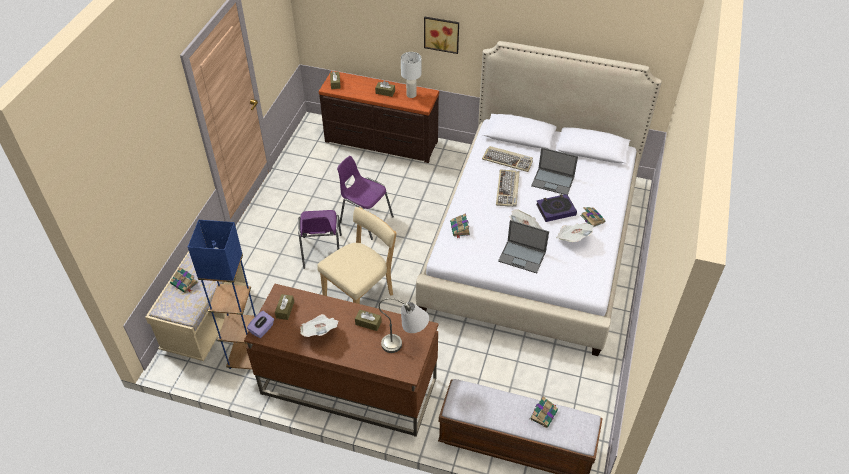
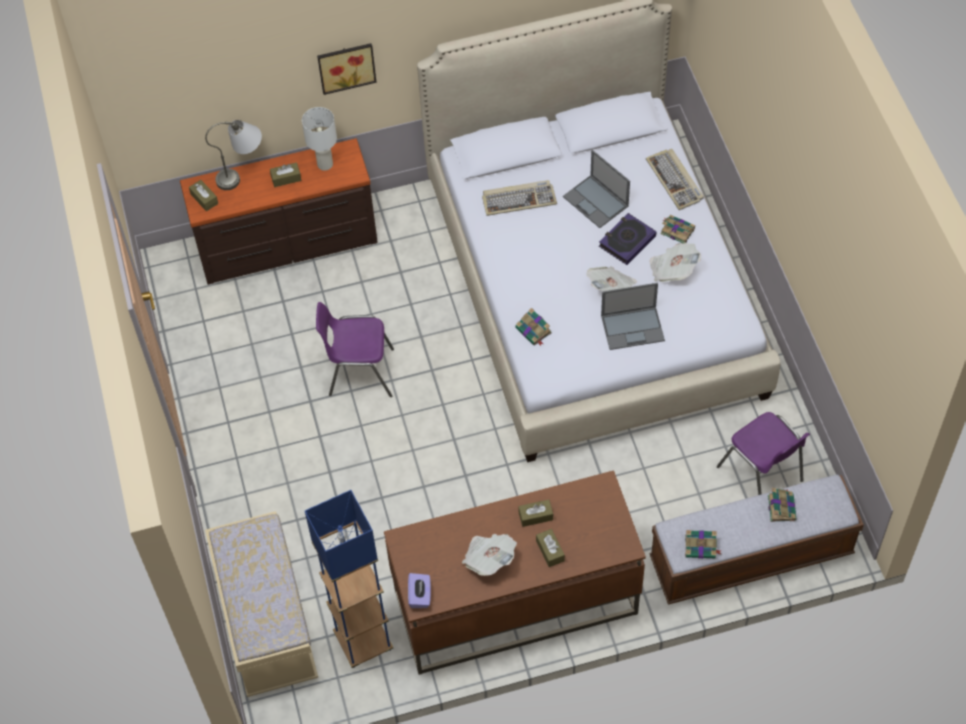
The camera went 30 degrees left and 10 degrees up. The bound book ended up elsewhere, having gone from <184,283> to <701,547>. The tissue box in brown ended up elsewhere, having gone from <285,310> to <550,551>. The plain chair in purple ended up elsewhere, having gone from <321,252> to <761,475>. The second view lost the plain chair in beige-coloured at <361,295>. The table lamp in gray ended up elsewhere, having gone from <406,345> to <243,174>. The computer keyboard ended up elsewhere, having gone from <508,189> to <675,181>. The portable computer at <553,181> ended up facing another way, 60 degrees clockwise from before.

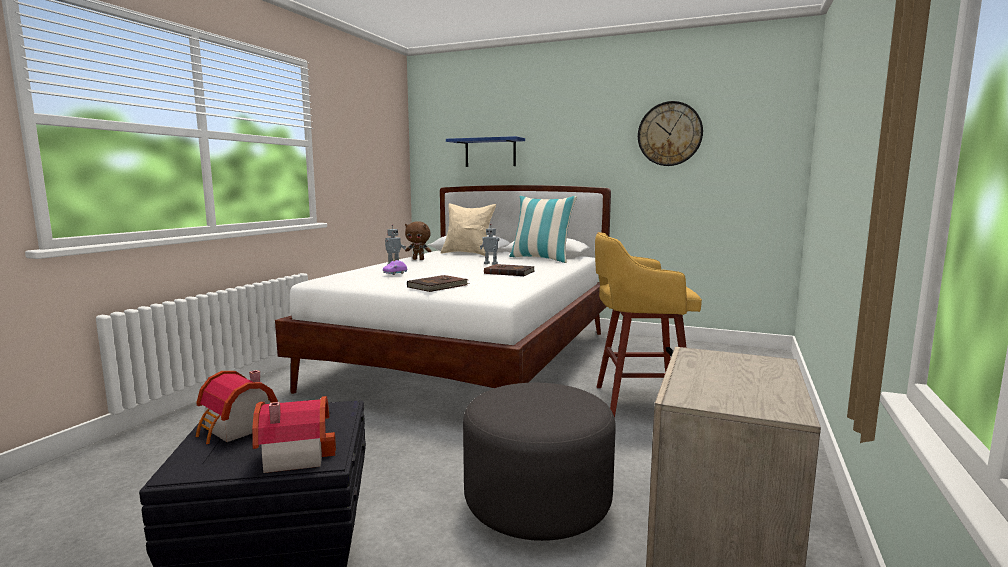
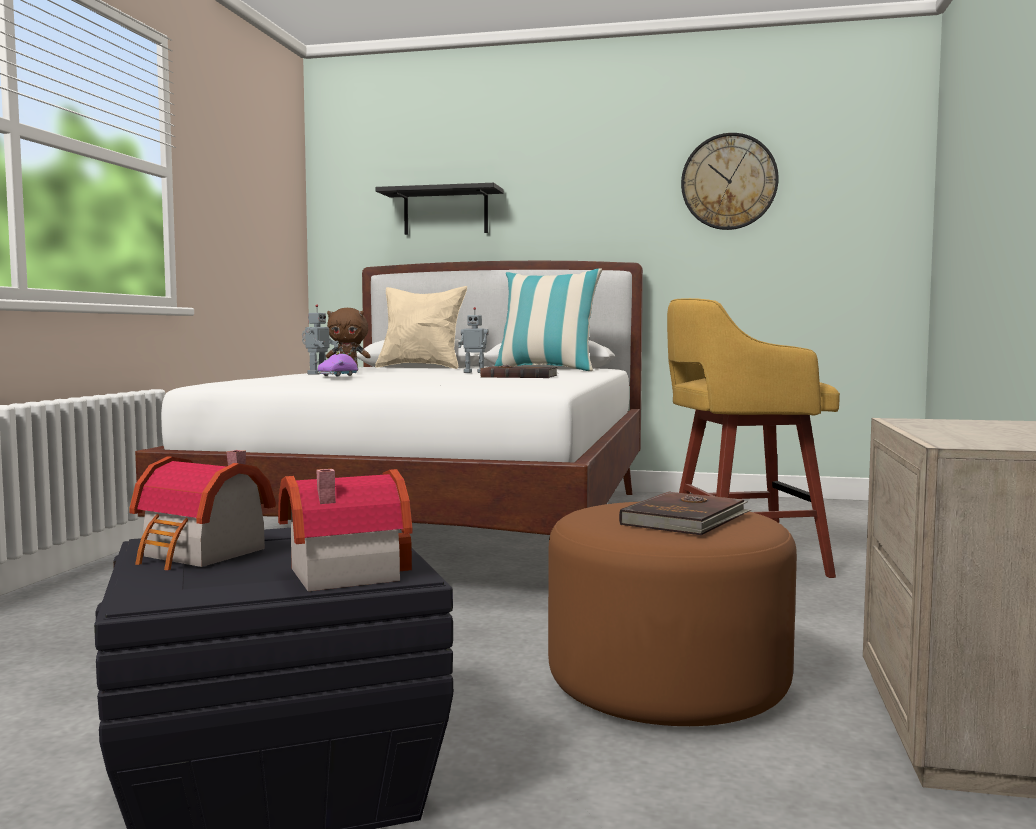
The camera went 10 degrees left and 5 degrees down. The bound book in brown ended up elsewhere, having gone from <438,286> to <686,519>. What was the wall shelf in blue-coloured at <490,152> turned into the wall shelf in black at <445,212>. What was the footrest in gray at <537,501> turned into the footrest in brown at <667,684>.

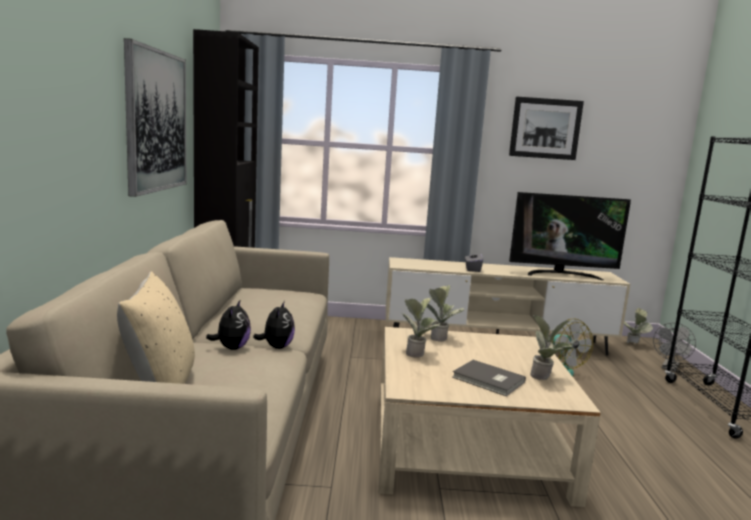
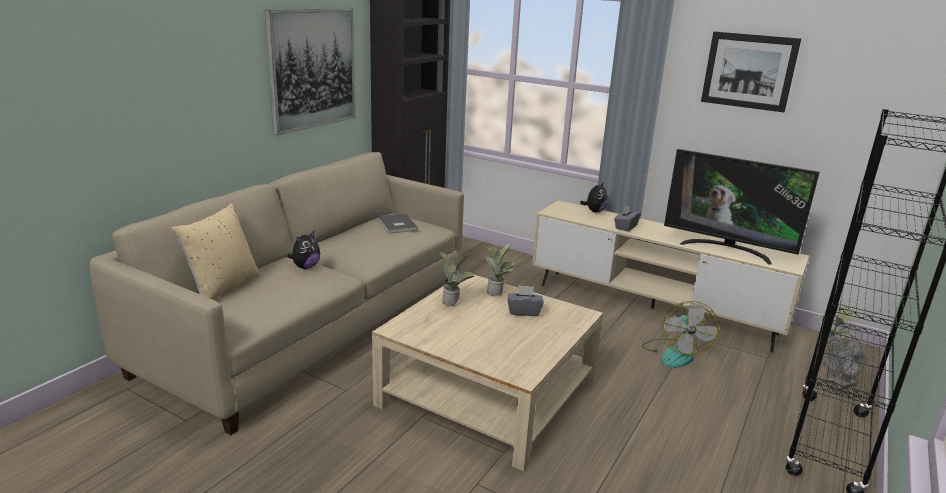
The camera went 30 degrees right and 10 degrees up. The soft toy ended up elsewhere, having gone from <276,347> to <594,211>. The bound book in gray ended up elsewhere, having gone from <488,380> to <396,225>. The second view lost the houseplant at <545,376>. The second view gained the tissue box in gray at <524,311>.

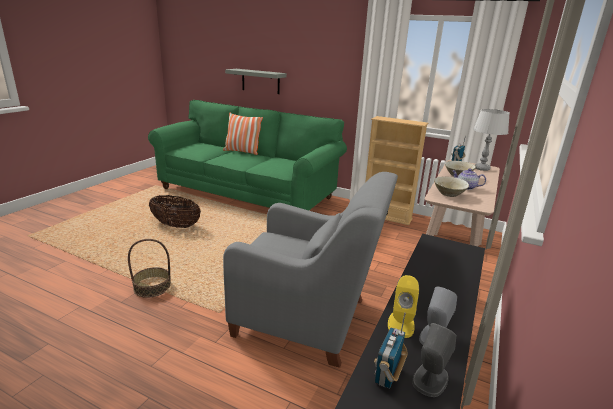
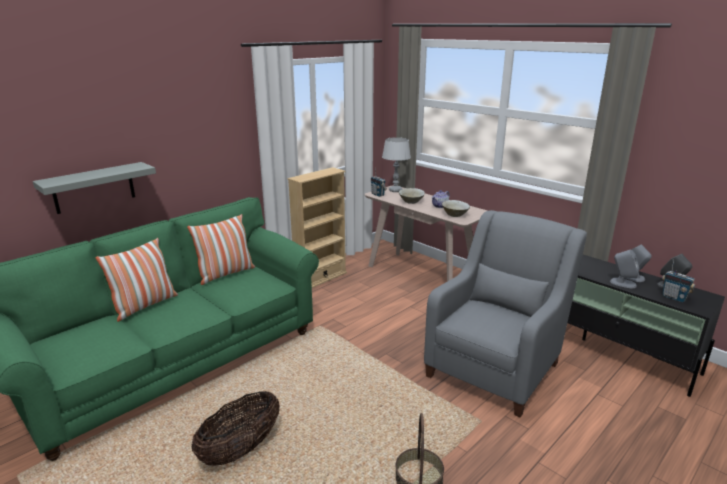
The camera went 70 degrees left and 0 degrees up. What was the audio speaker in yellow at <401,324> turned into the audio speaker in gray at <622,283>. The second view gained the cushion at <225,274>.

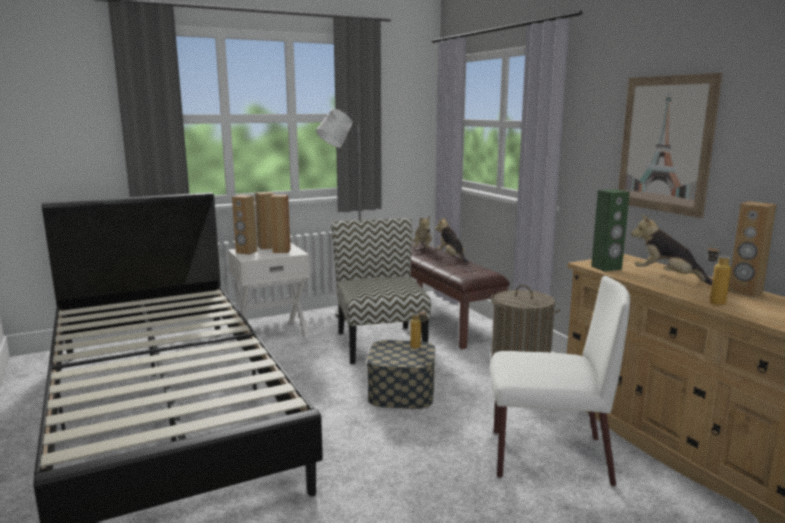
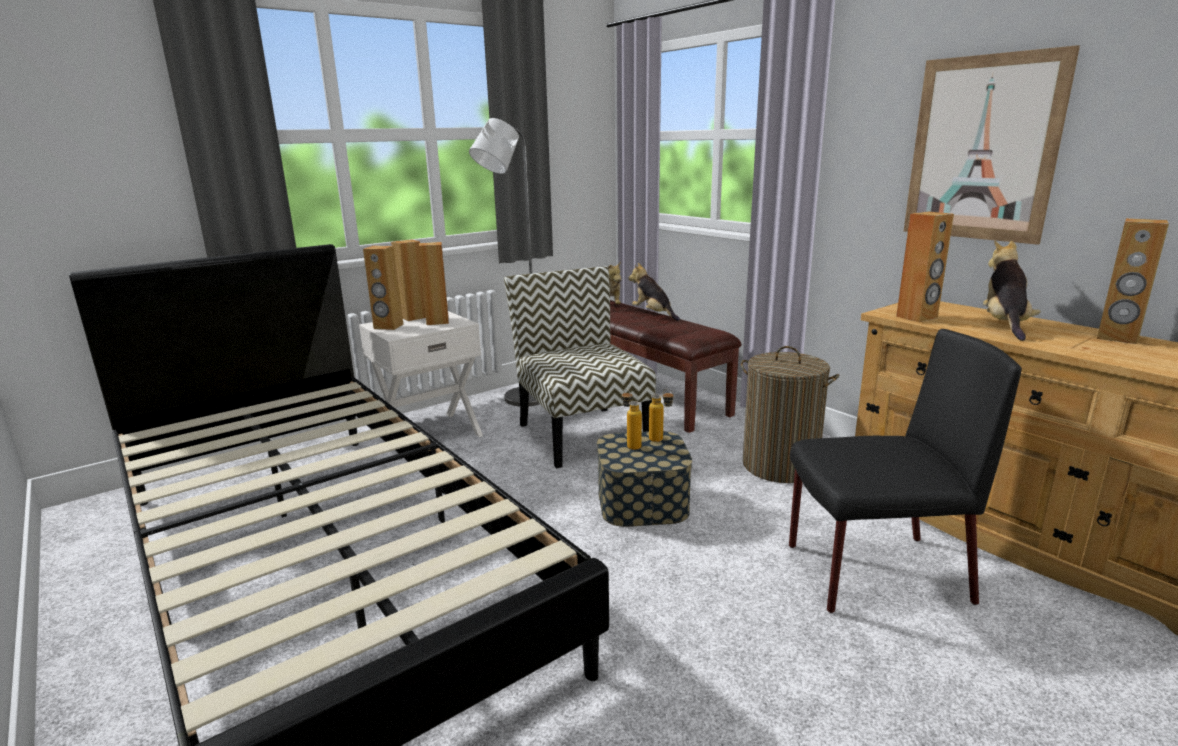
The camera went 10 degrees left and 5 degrees up. What was the plain chair in white at <547,457> turned into the plain chair in black at <873,573>. What was the audio speaker in greenish at <606,268> turned into the audio speaker in brown at <917,317>. The soft toy at <667,277> ended up facing another way, 75 degrees clockwise from before. The beverage bottle ended up elsewhere, having gone from <712,301> to <631,445>.

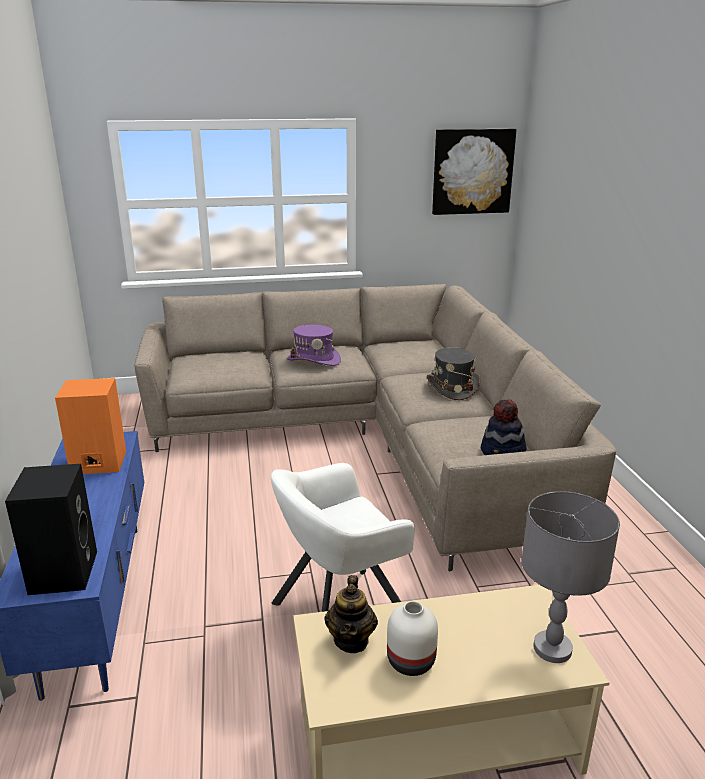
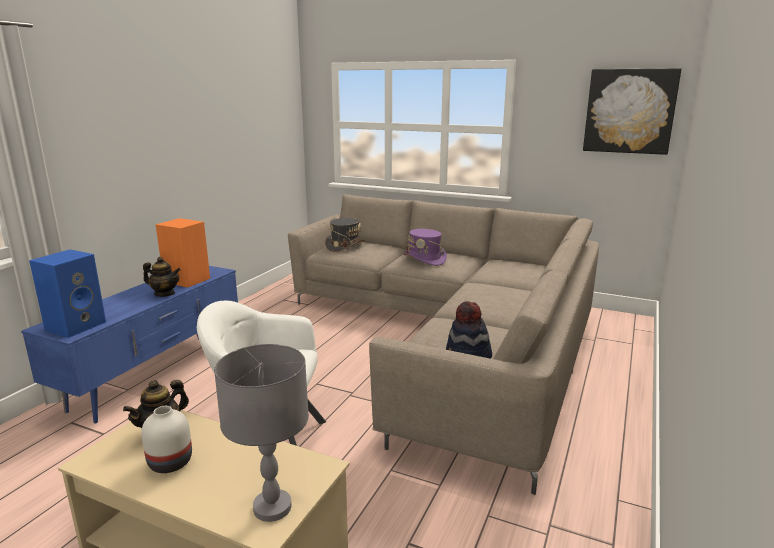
The camera went 35 degrees right and 5 degrees down. What was the audio speaker in black at <62,571> turned into the audio speaker in blue-coloured at <76,325>. The hat in gray ended up elsewhere, having gone from <452,387> to <345,246>. The second view gained the tea pot at <164,294>.

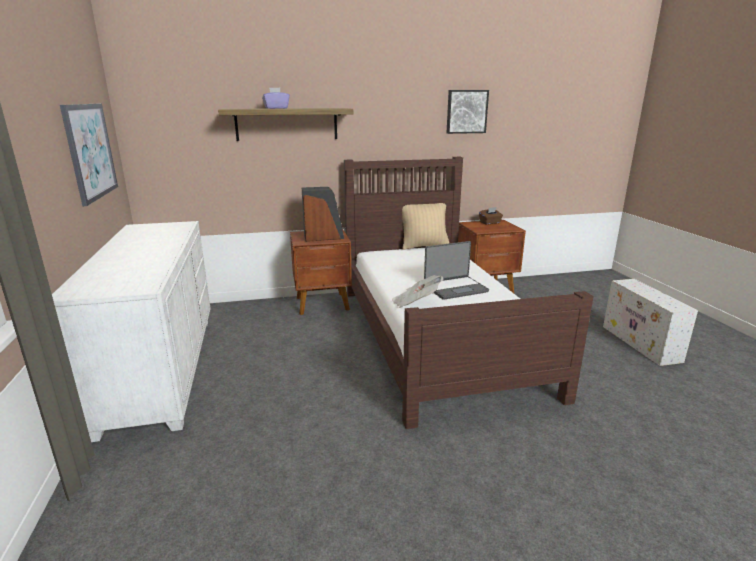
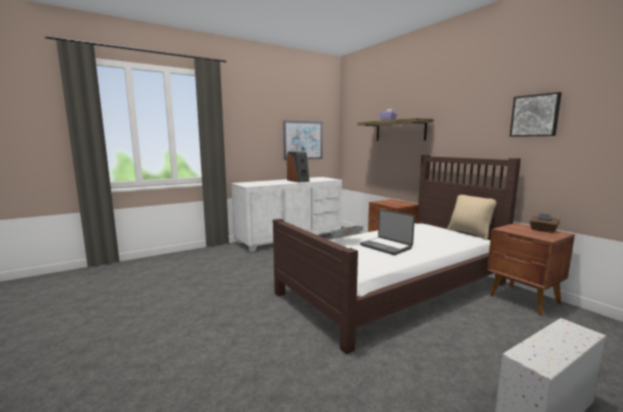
The camera went 70 degrees right and 10 degrees down. The audio speaker ended up elsewhere, having gone from <323,237> to <298,180>.

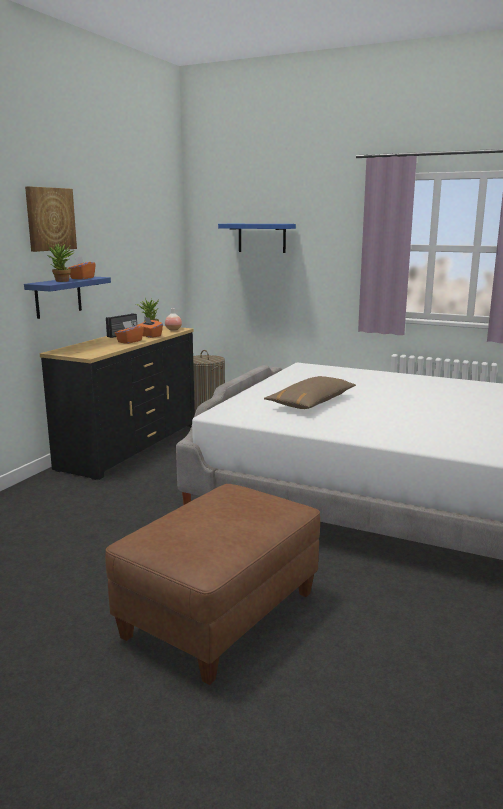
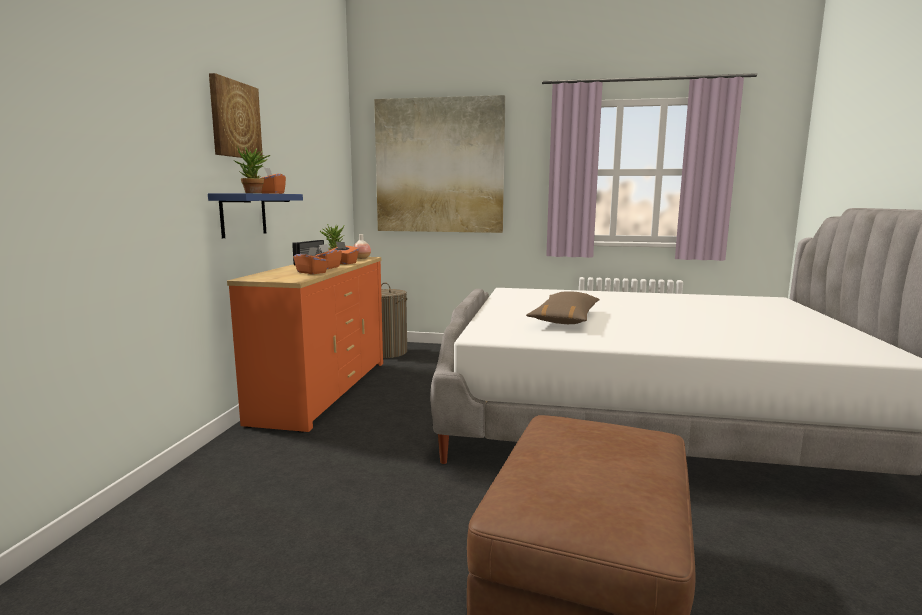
The camera went 15 degrees left and 5 degrees down. What was the dresser in black at <129,446> turned into the dresser in orangey at <322,391>. Where the wall shelf in blue-coloured hung at <262,238>, the wall picture came to hang at <439,166>. The second view gained the tissue box in orangey at <312,272>.

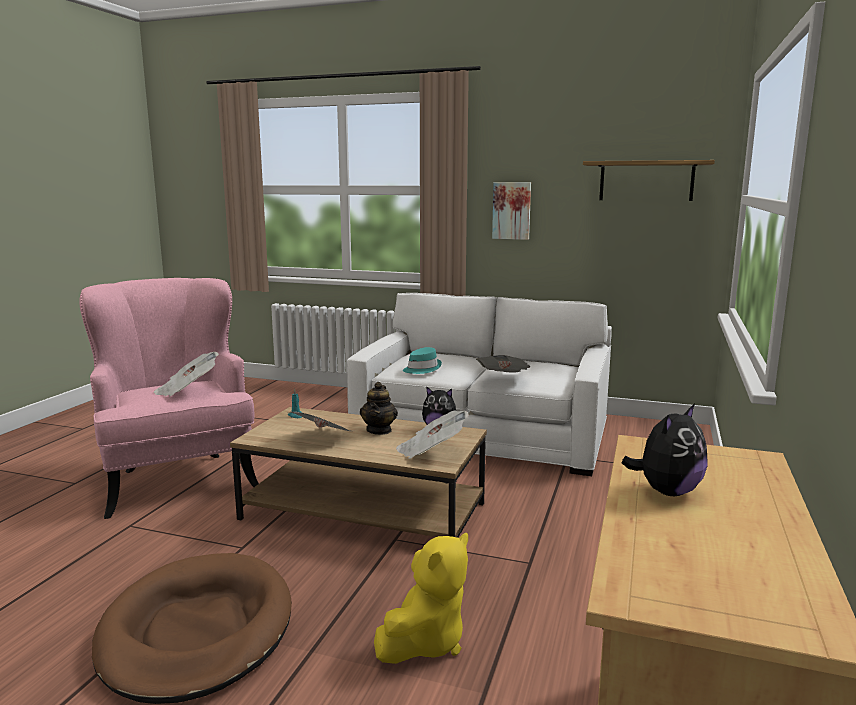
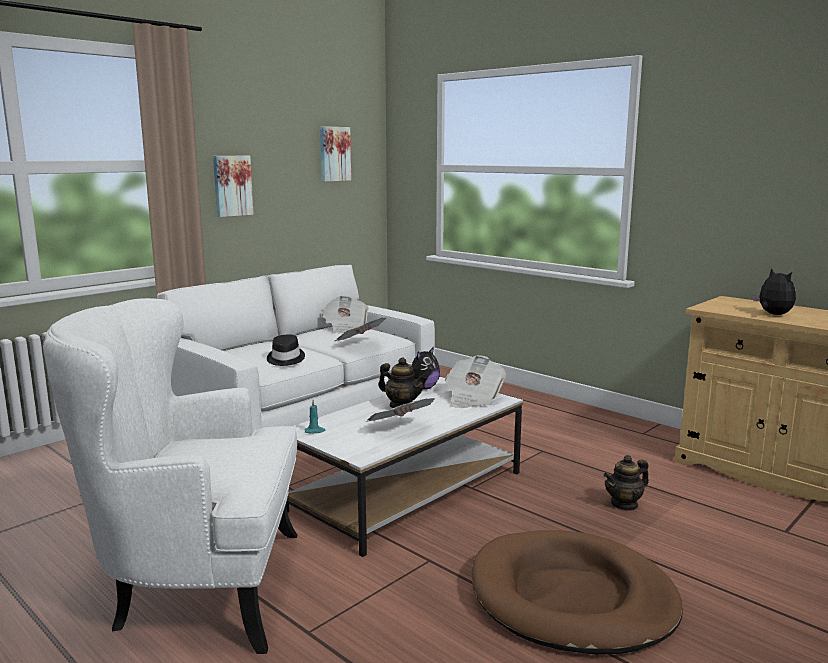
The camera went 65 degrees left and 0 degrees up. What was the easy chair in pink-coloured at <178,478> turned into the easy chair in white at <197,587>. The newspaper ended up elsewhere, having gone from <187,390> to <345,327>. What was the coffee table in brown at <363,511> turned into the coffee table in white at <407,491>. Where the soft toy in yellow stood at <425,642>, the tea pot came to stand at <624,504>. What was the hat in turquoise-coloured at <422,369> turned into the hat in black at <285,359>. Where the wall shelf hung at <646,181>, the wall picture came to hang at <334,154>.

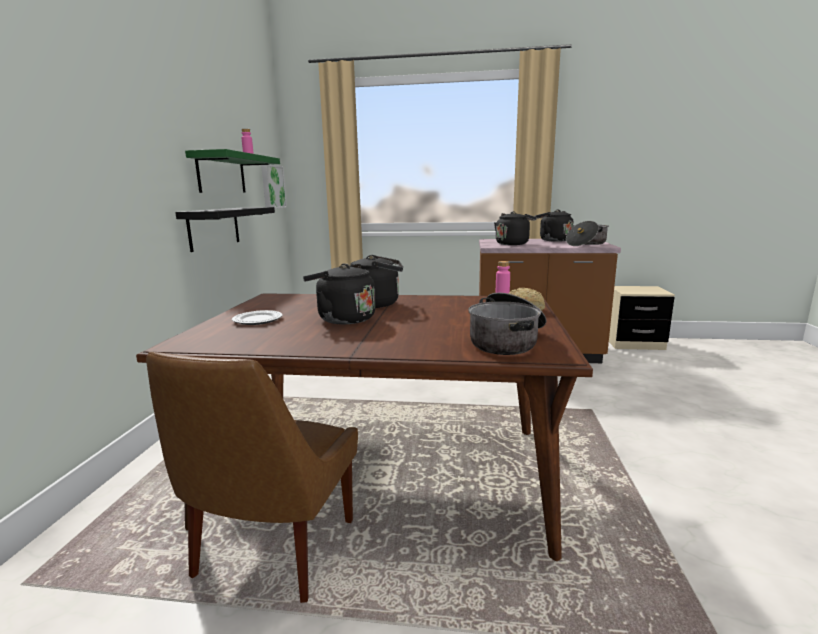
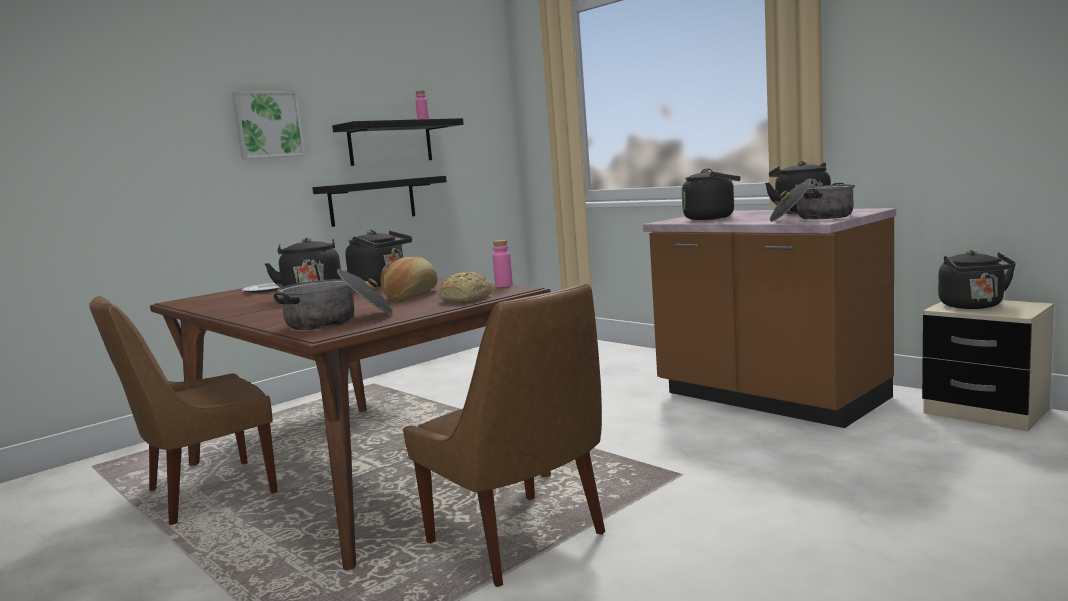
The camera went 40 degrees right and 5 degrees down. What was the wall shelf in greenish at <221,174> turned into the wall shelf in black at <390,143>. The wall picture ended up elsewhere, having gone from <272,187> to <268,125>. The second view gained the baked bread at <411,295>. The second view gained the plain chair in brown at <520,540>. The second view gained the water kettle in black at <973,306>.

